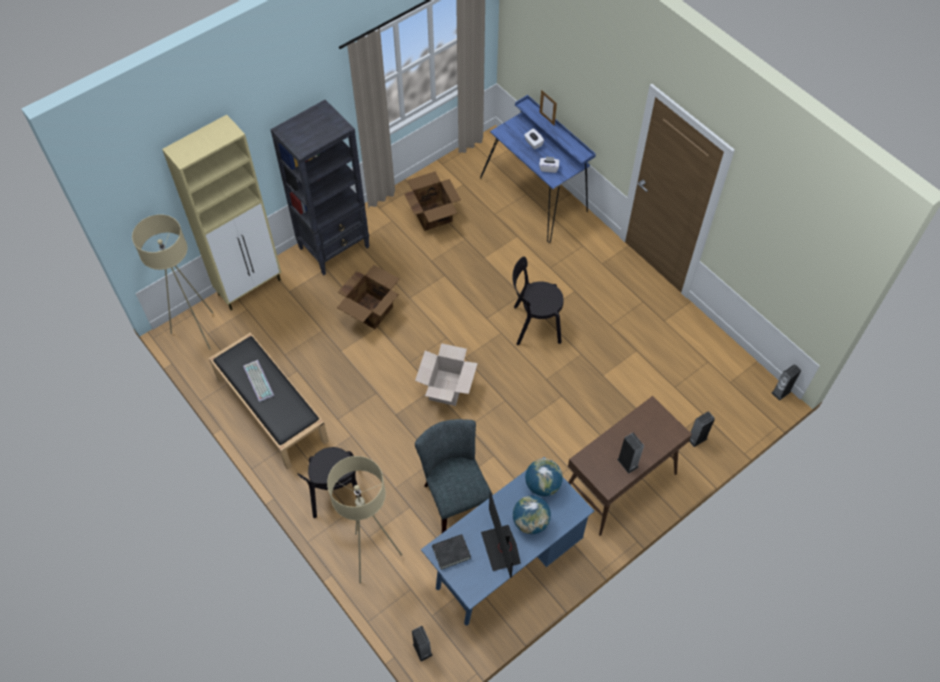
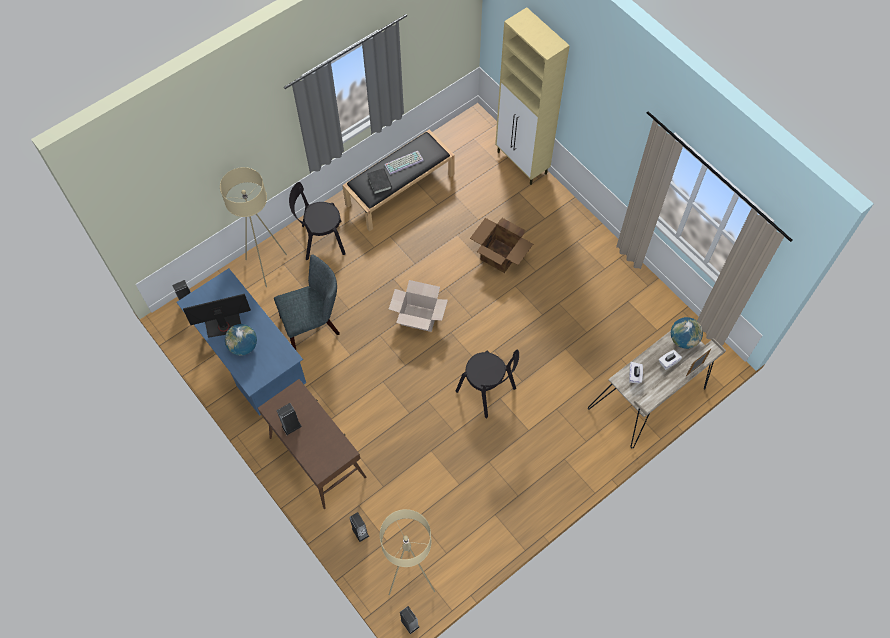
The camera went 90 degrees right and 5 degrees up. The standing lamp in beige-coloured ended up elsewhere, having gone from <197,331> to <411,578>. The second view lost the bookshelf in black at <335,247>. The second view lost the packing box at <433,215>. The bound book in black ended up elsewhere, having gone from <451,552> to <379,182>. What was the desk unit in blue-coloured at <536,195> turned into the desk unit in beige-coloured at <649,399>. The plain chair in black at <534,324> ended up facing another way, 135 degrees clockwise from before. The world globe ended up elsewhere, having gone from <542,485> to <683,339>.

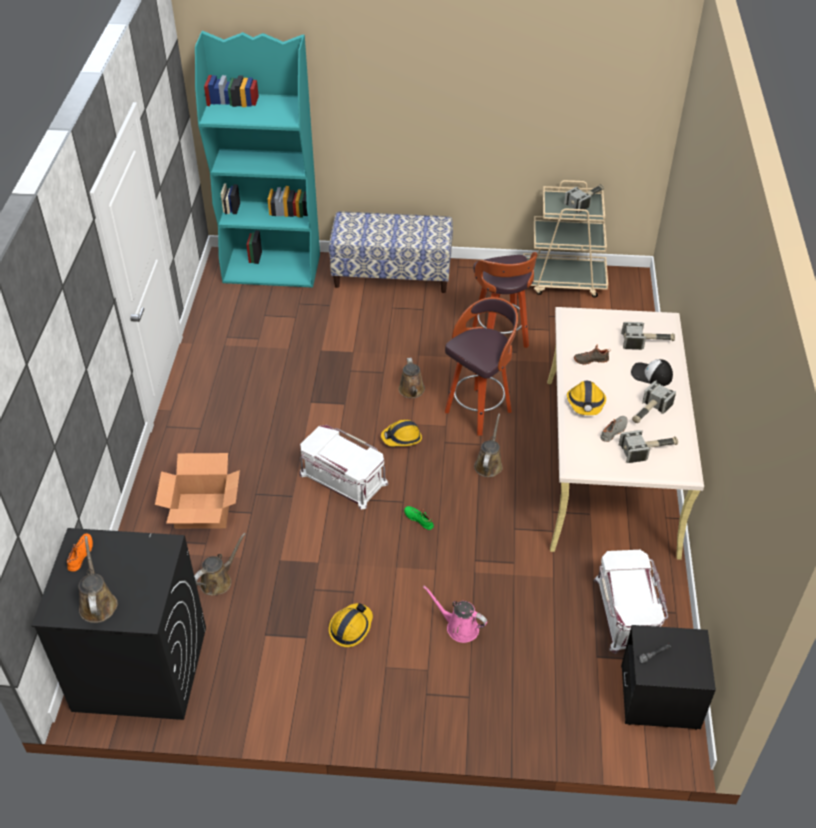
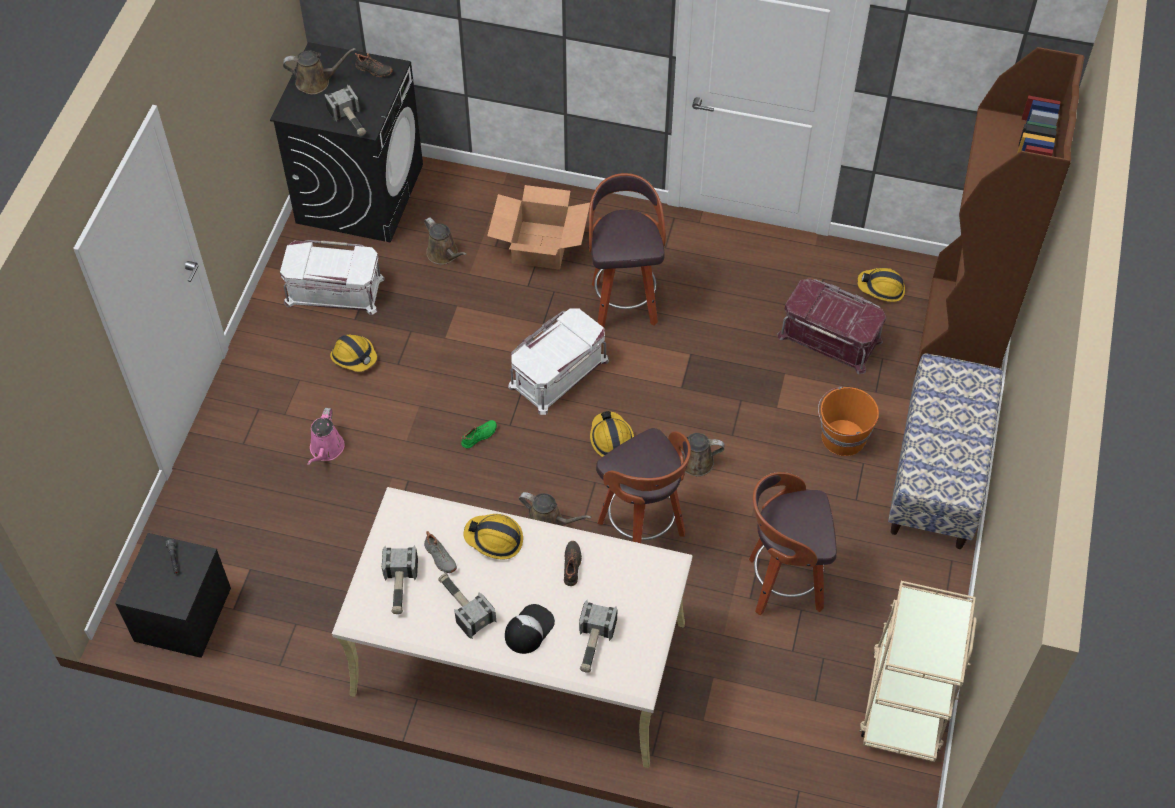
The camera went 100 degrees right and 10 degrees up. What was the item of footwear in orangey at <81,555> turned into the item of footwear in black at <374,70>. What was the bookshelf in turquoise-coloured at <273,268> turned into the bookshelf in brown at <961,335>. The watering can in pink-coloured at <459,627> ended up facing another way, 150 degrees clockwise from before. The hammer ended up elsewhere, having gone from <586,200> to <350,121>. The storage bin in white ended up elsewhere, having gone from <627,612> to <334,291>. The second view gained the stool seat at <623,302>. The second view gained the storage bin in red at <830,337>. The second view gained the pail in orangey at <842,438>. The second view gained the safety helmet at <881,288>.

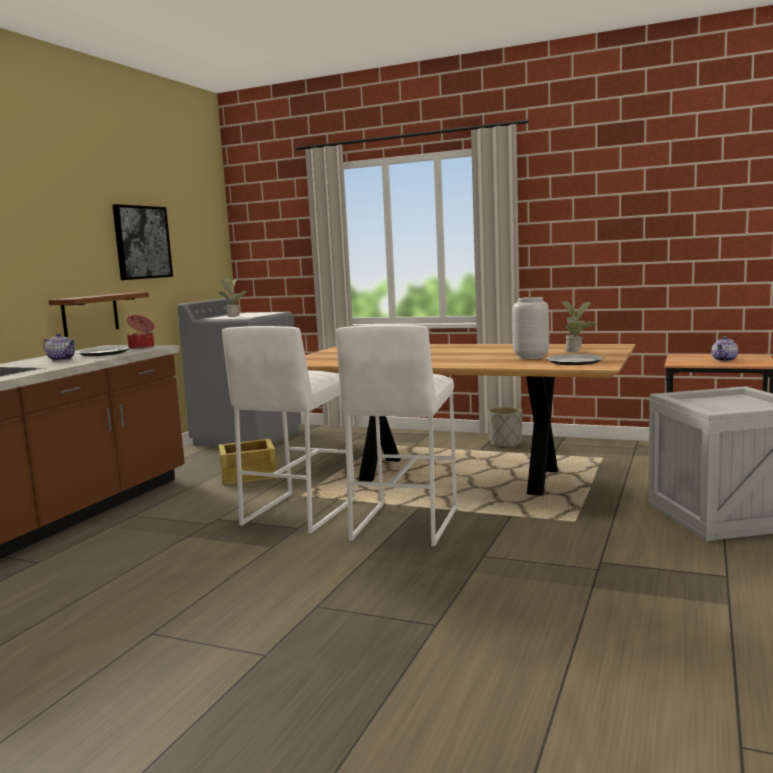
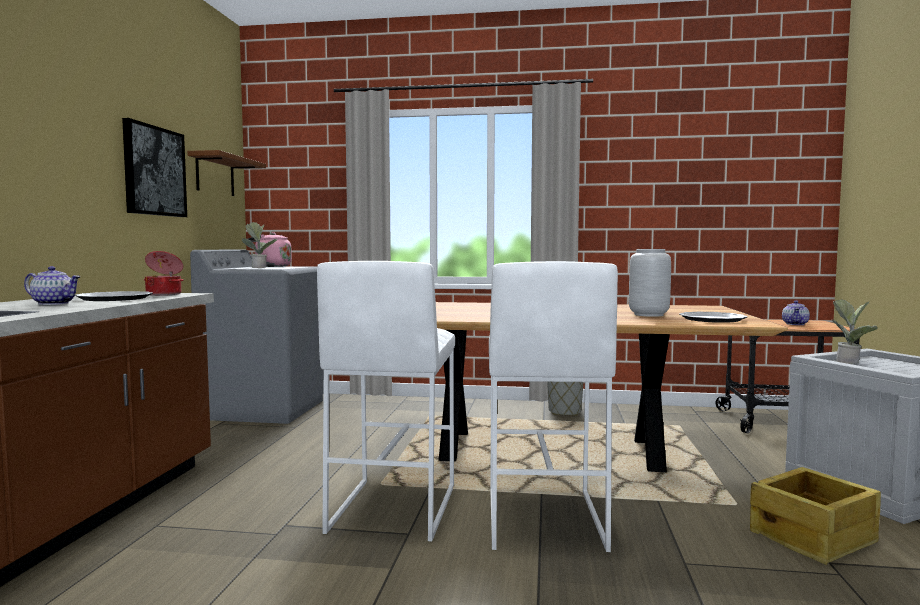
The camera went 15 degrees left and 5 degrees down. The wall shelf in brown ended up elsewhere, having gone from <90,314> to <215,175>. The packing crate ended up elsewhere, having gone from <249,476> to <814,537>. The houseplant ended up elsewhere, having gone from <577,351> to <851,362>. The second view gained the water kettle in pink-coloured at <271,266>.

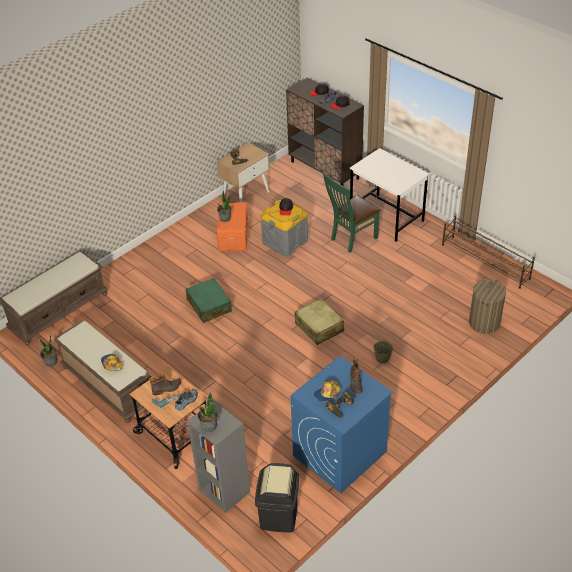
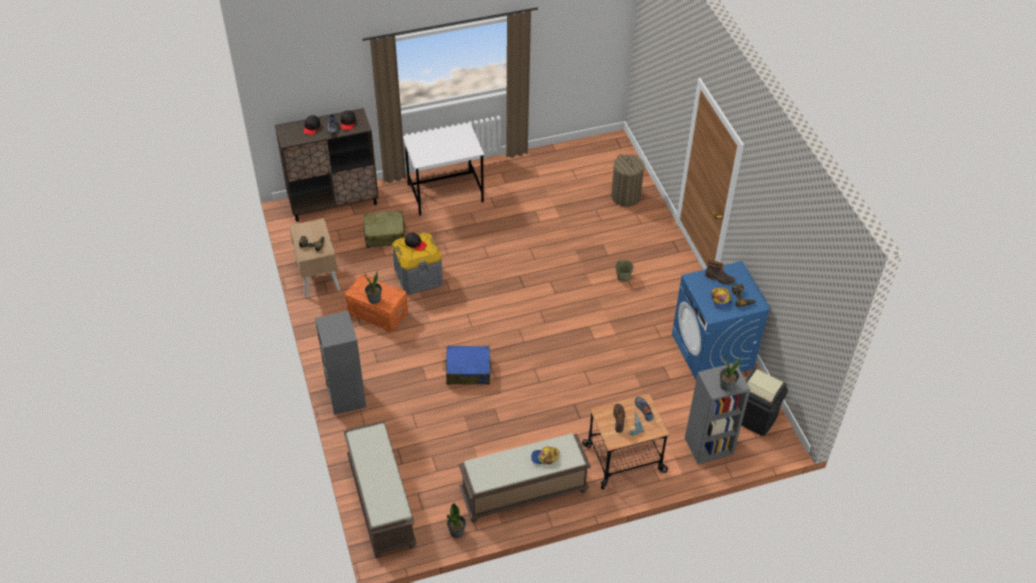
The camera went 65 degrees left and 5 degrees up. What was the suitcase in greenish at <209,305> turned into the suitcase in blue-coloured at <467,370>. The suitcase in beige-coloured ended up elsewhere, having gone from <319,327> to <385,234>. The second view lost the plain chair in greenish at <351,239>. The second view lost the shoe shelf in brown at <485,262>. The second view gained the bookshelf in gray at <345,395>.

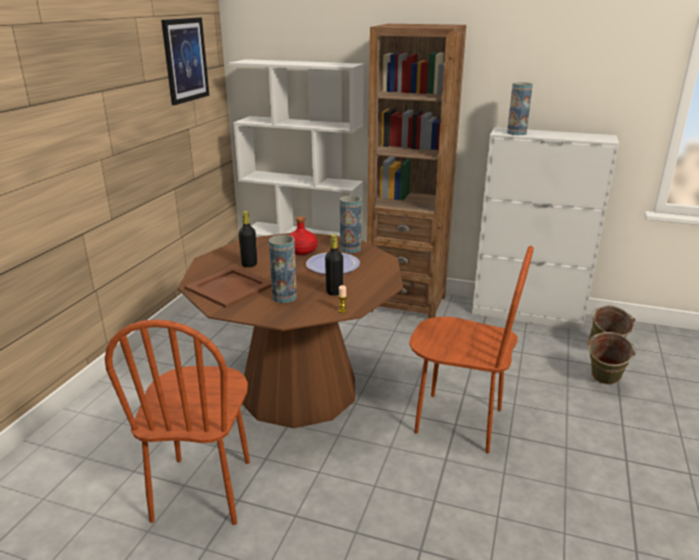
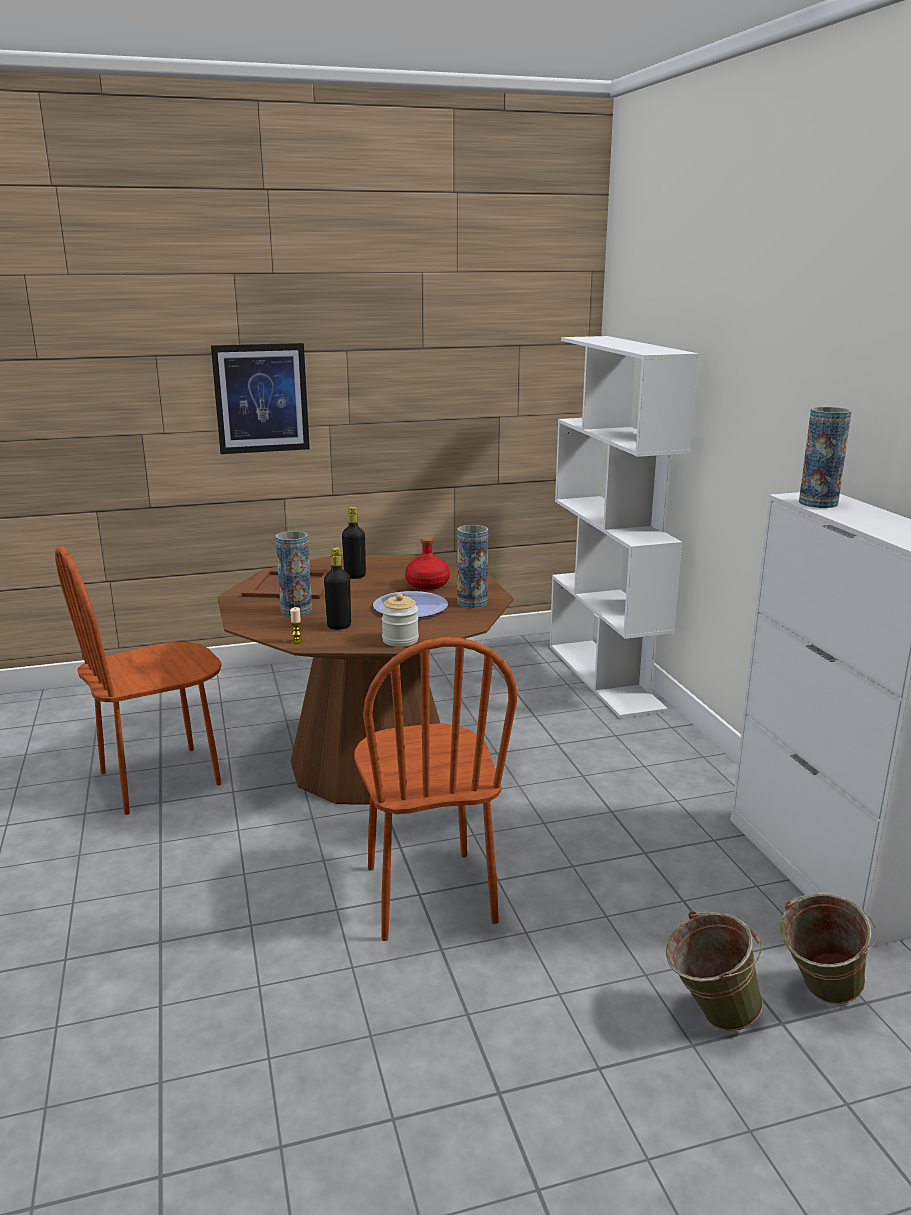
The camera went 55 degrees right and 5 degrees down. The wall picture ended up elsewhere, having gone from <185,60> to <261,398>. The second view lost the bookshelf in brown at <406,303>. The second view gained the preserve jar at <400,640>.

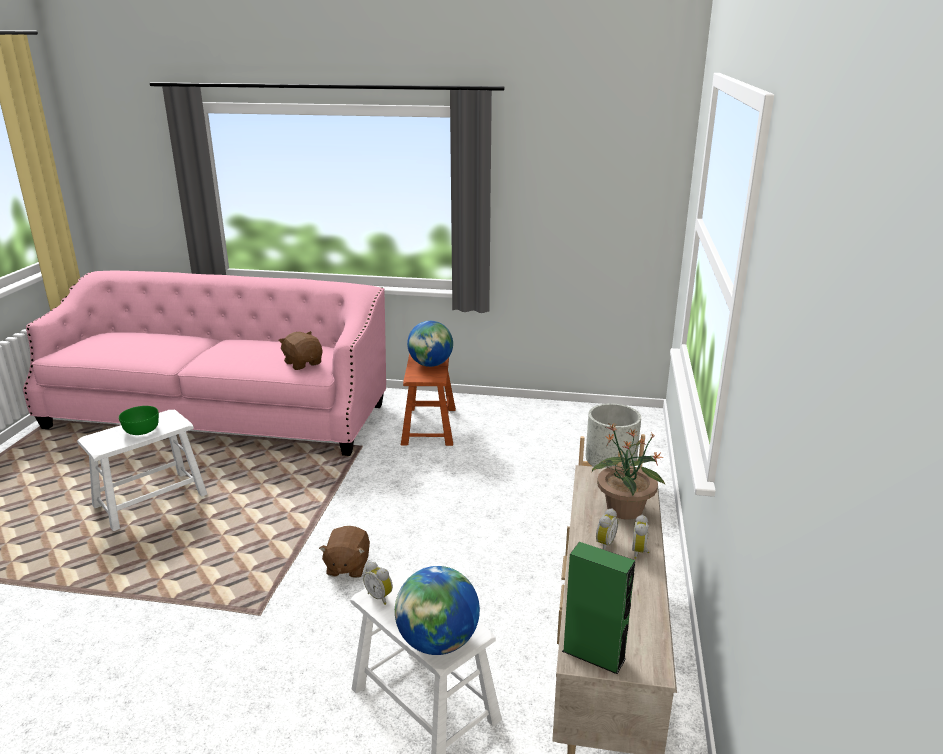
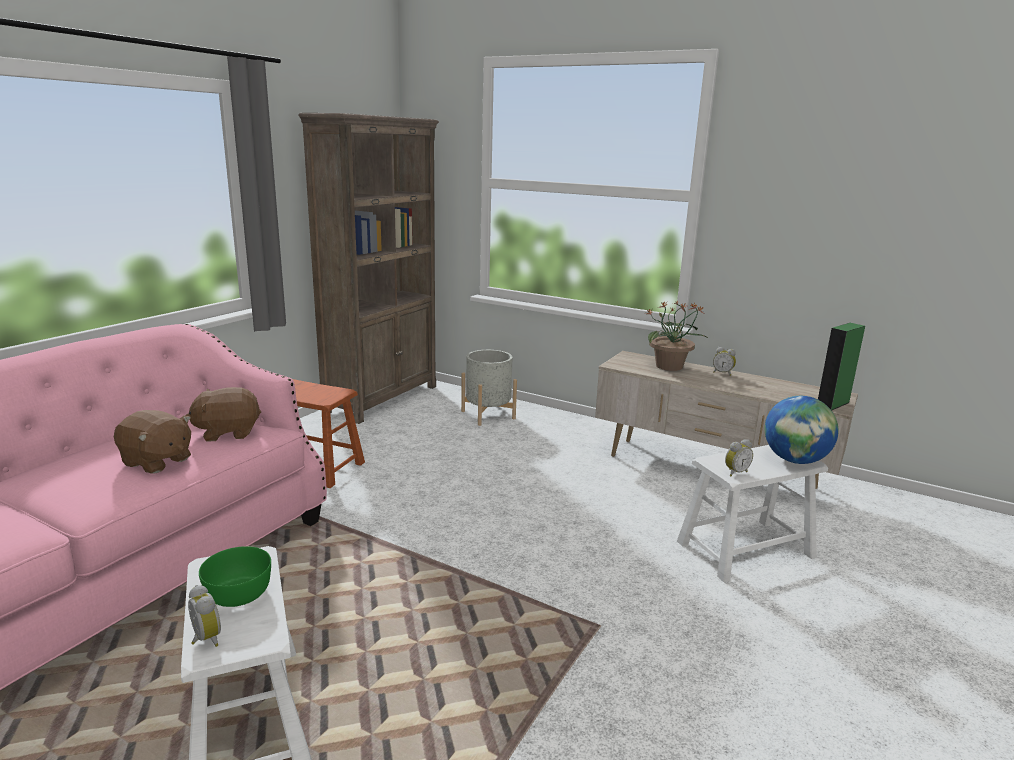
The camera went 70 degrees left and 5 degrees down. The soft toy in brown ended up elsewhere, having gone from <347,566> to <157,461>. The second view lost the world globe at <430,364>. The bedside clock ended up elsewhere, having gone from <603,544> to <204,639>. The second view gained the bookshelf in brown at <382,399>.

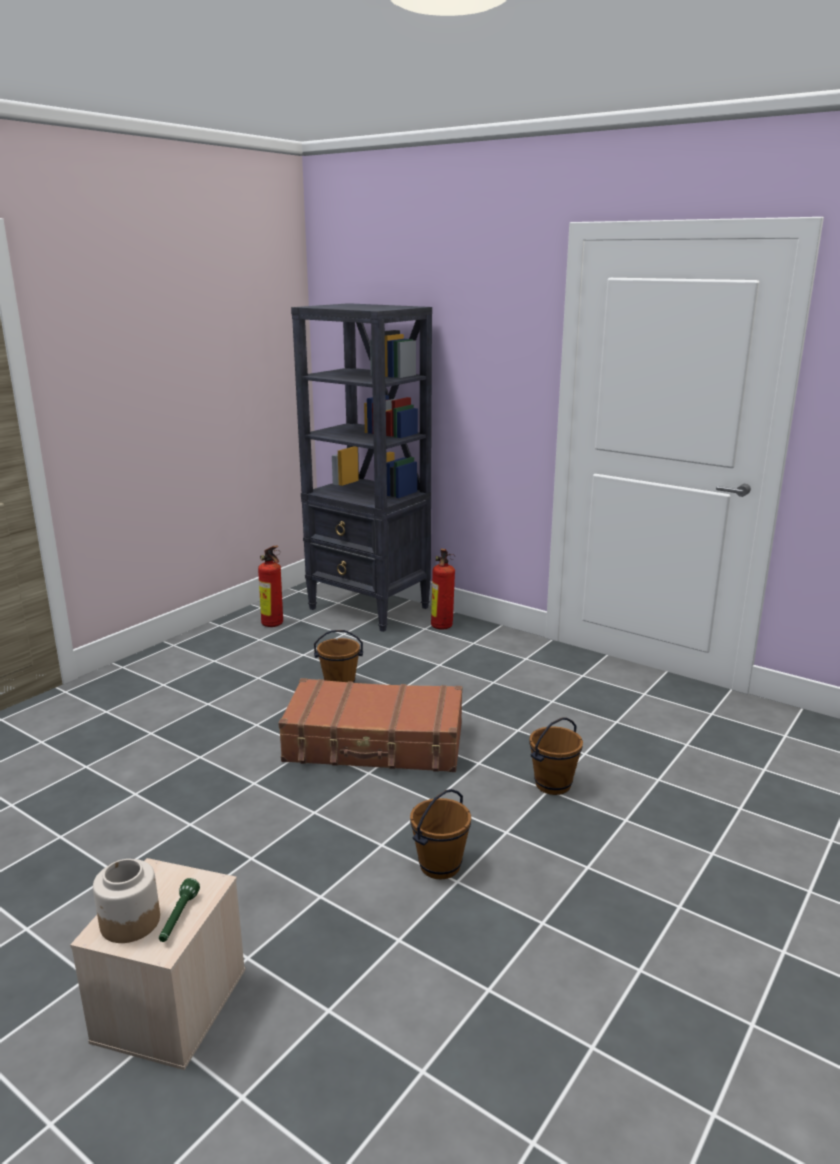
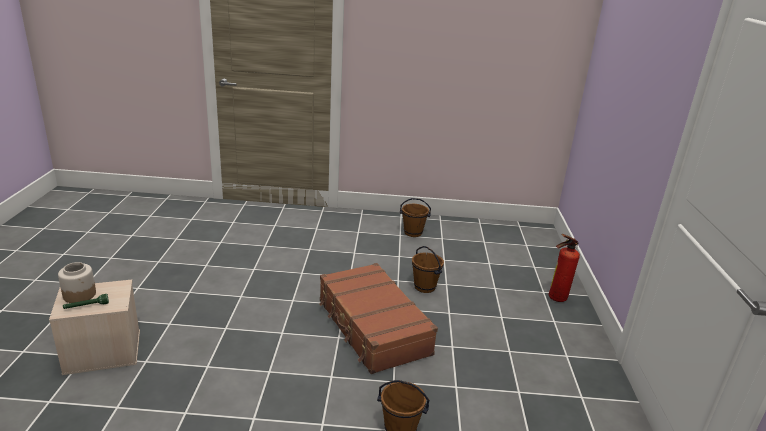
The camera went 55 degrees right and 5 degrees up. The second view lost the fire-fighting cylinder at <273,625>. The second view lost the bookshelf in black at <369,608>. The pail in brown ended up elsewhere, having gone from <439,865> to <413,233>.

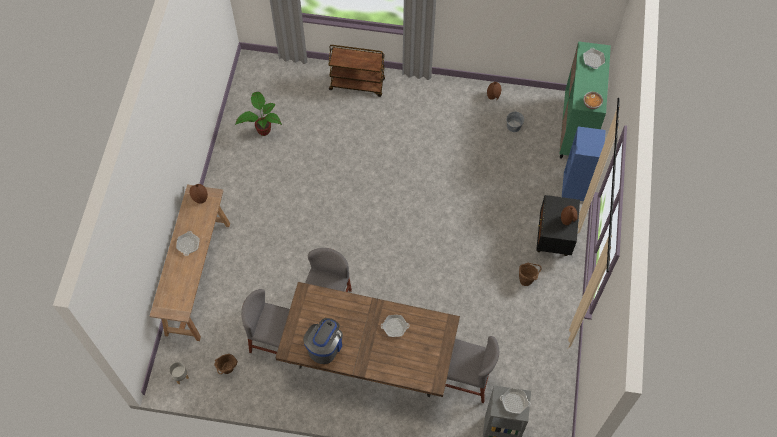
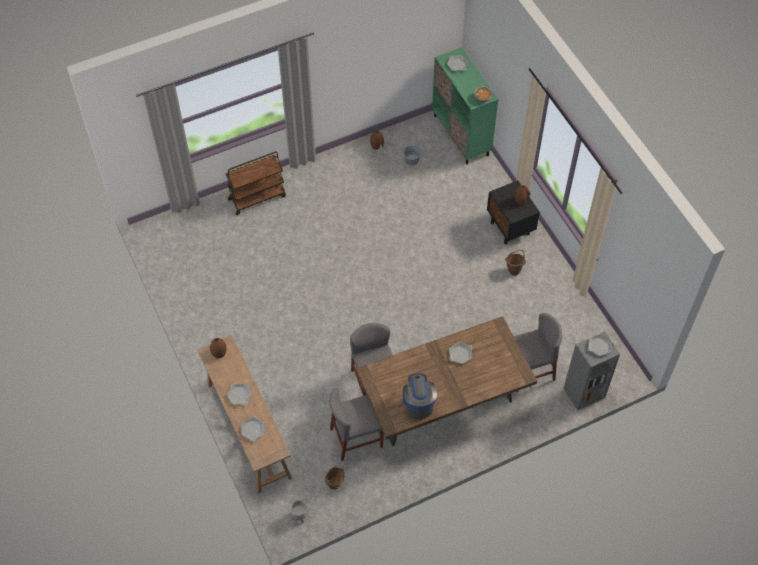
The camera went 35 degrees left and 5 degrees down. The second view lost the houseplant at <263,130>. The second view lost the bookshelf in blue-coloured at <576,187>. The second view gained the skillet at <253,430>.

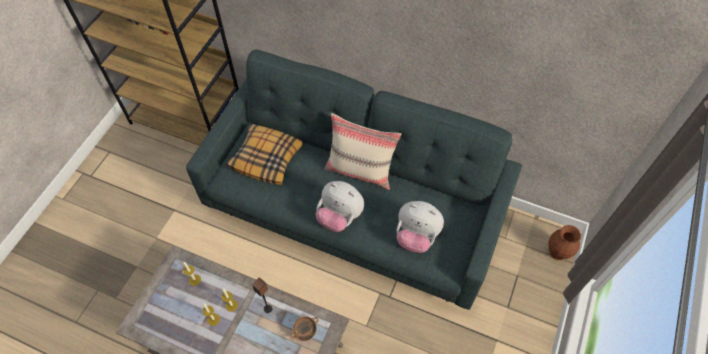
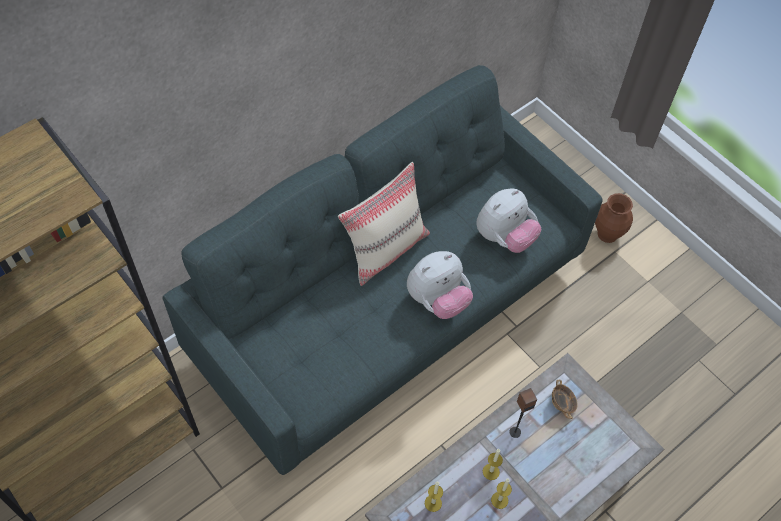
The camera went 65 degrees left and 0 degrees up. The second view lost the cushion at <266,158>. The decorative vase in brown ended up elsewhere, having gone from <557,252> to <607,234>.

